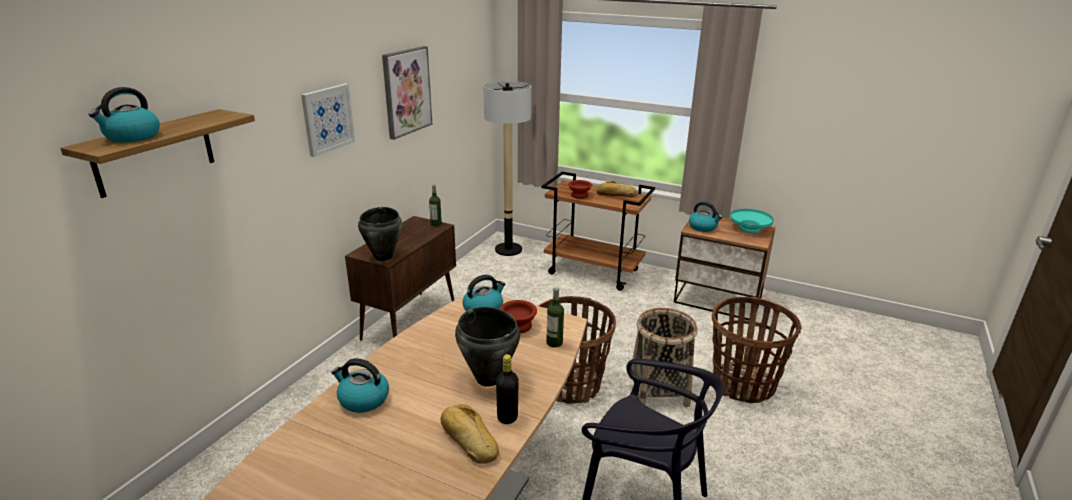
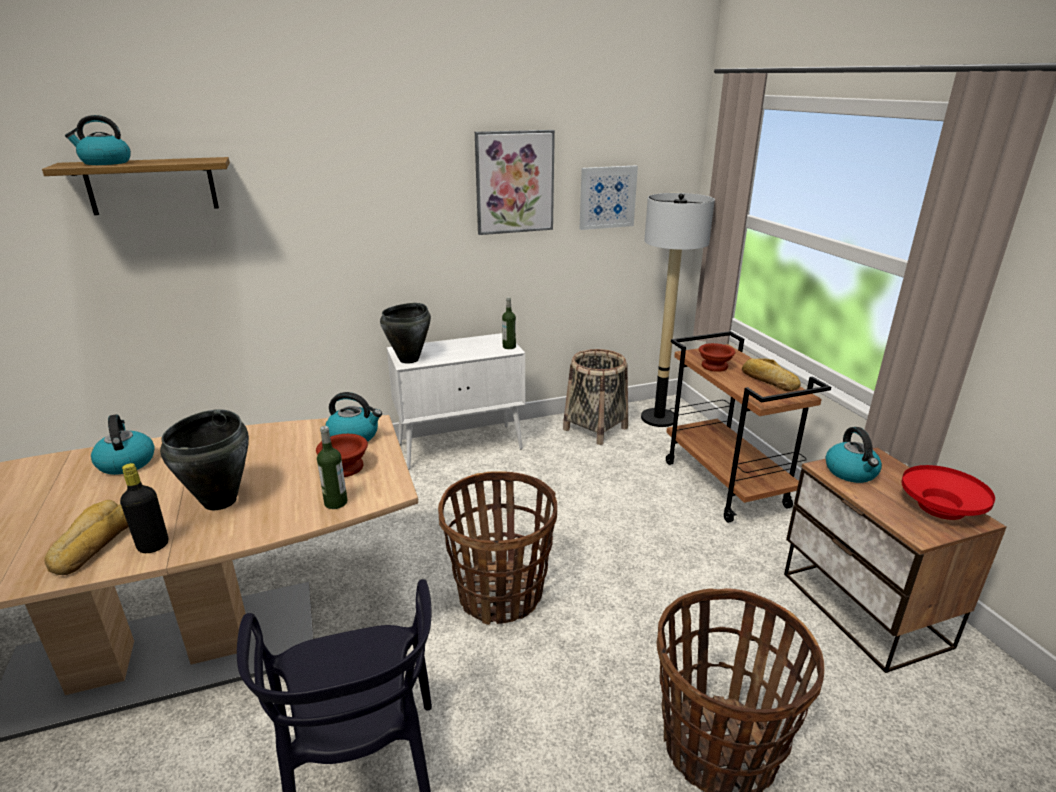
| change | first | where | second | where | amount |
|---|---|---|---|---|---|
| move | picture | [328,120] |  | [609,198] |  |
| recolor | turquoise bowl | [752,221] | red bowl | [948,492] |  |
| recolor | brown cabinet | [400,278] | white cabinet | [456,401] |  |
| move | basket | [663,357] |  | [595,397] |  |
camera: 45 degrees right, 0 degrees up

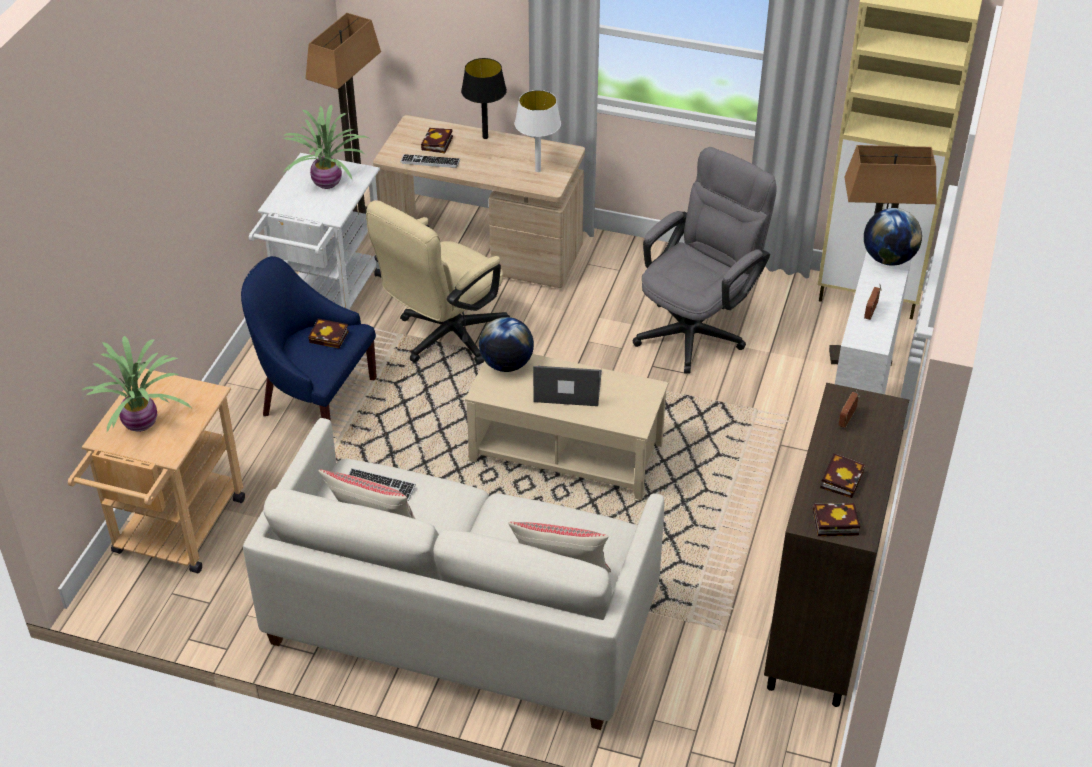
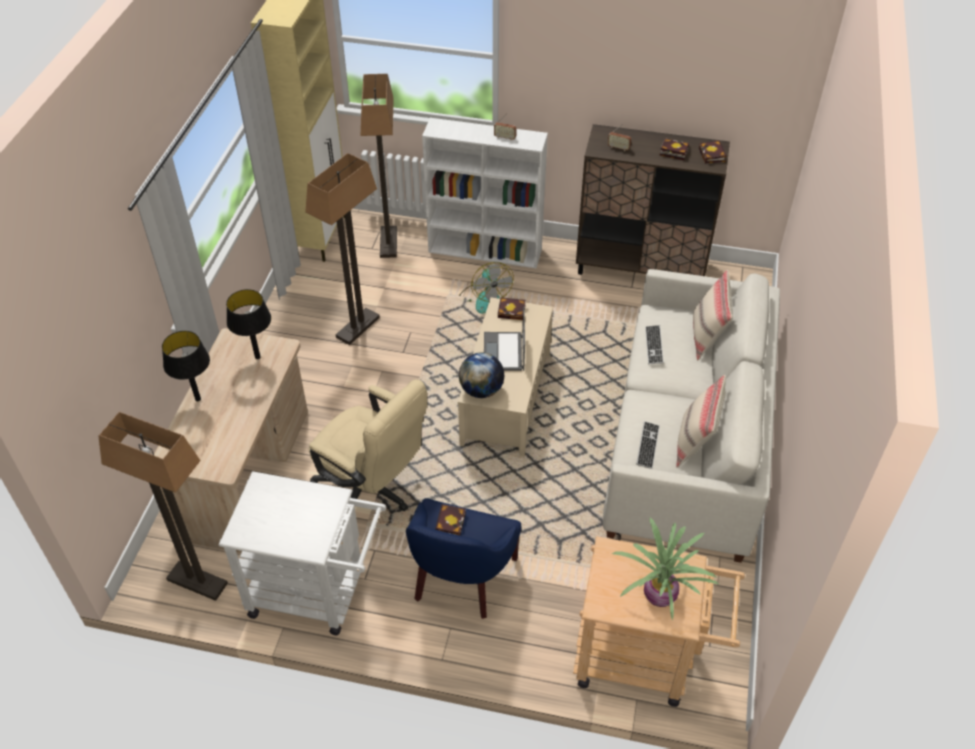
| change | first | where | second | where | amount |
|---|---|---|---|---|---|
| recolor | white table lamp | [538,131] | black table lamp | [248,324] |  |
| delete | potted plant | [326,147] |  |  |  |
| move | book | [437,140] |  | [512,308] |  |
| replace | grey office chair | [704,260] | floor lamp | [342,249] |  |
| move | keyboard | [430,161] |  | [654,344] |  |
| delete | globe | [893,237] |  |  |  |
| insert |  |  | fan | [486,288] |  |
camera: 95 degrees left, 5 degrees up

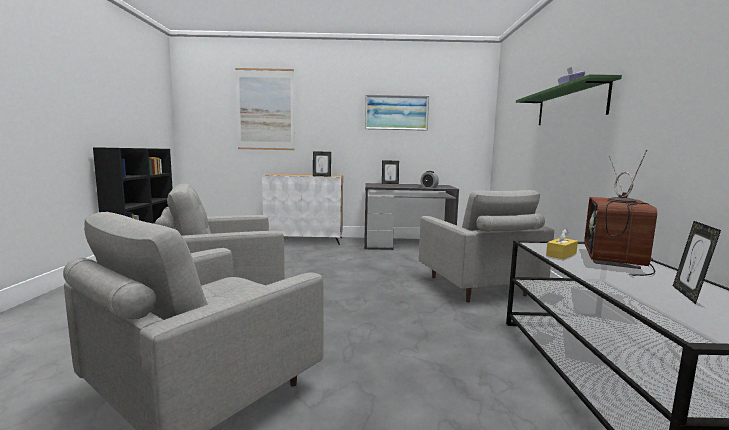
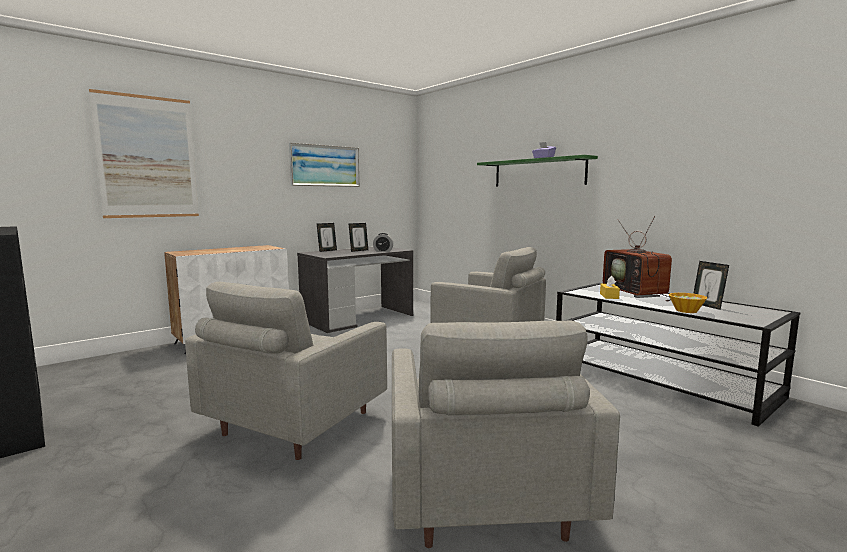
| change | first | where | second | where | amount |
|---|---|---|---|---|---|
| move | picture frame | [322,164] |  | [358,237] |  |
| insert |  |  | bowl | [688,303] |  |
camera: 40 degrees left, 0 degrees up

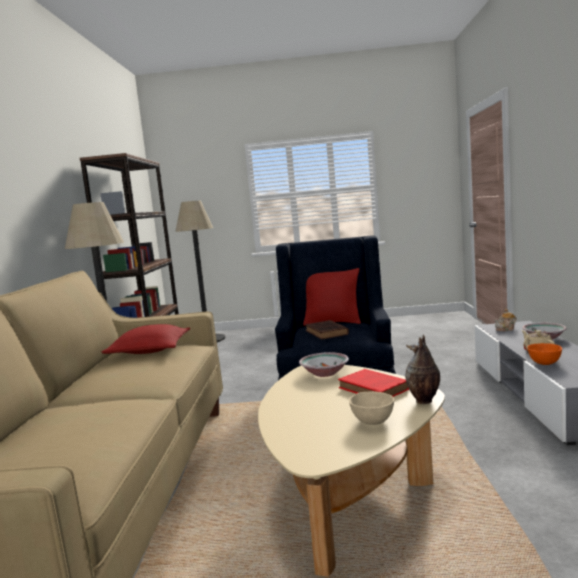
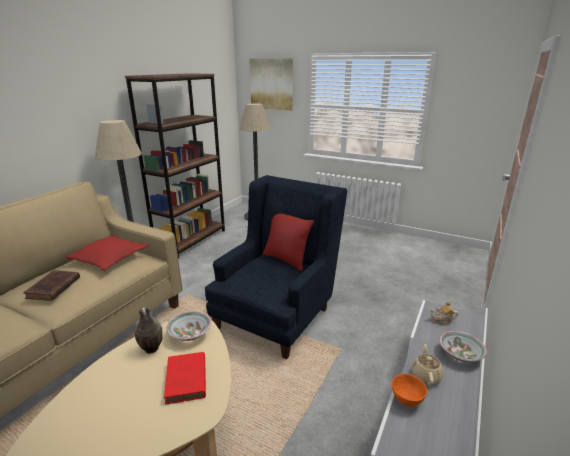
| change | first | where | second | where | amount |
|---|---|---|---|---|---|
| move | brown book | [327,330] |  | [51,285] |  |
| move | vase | [422,369] |  | [149,330] |  |
| delete | beige bowl | [371,408] |  |  |  |
| insert |  |  | picture | [271,84] |  |
camera: 25 degrees right, 15 degrees up

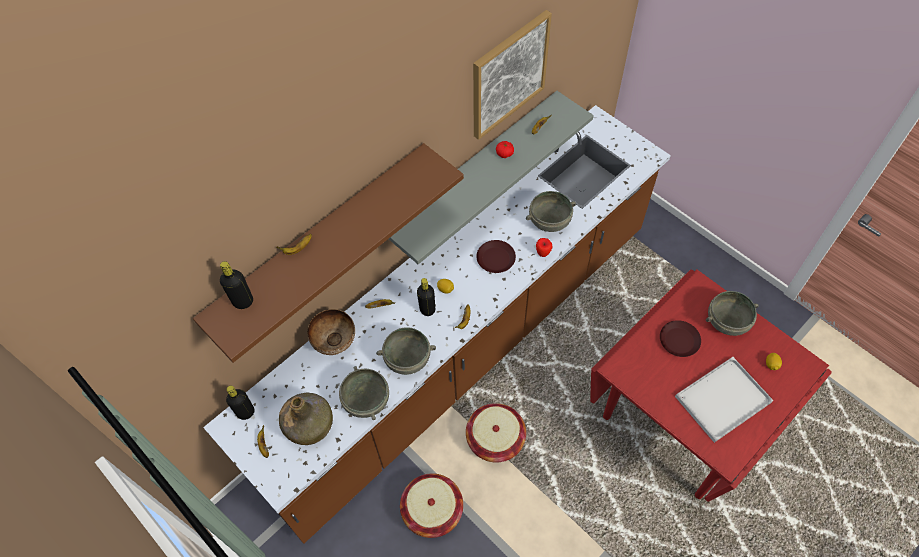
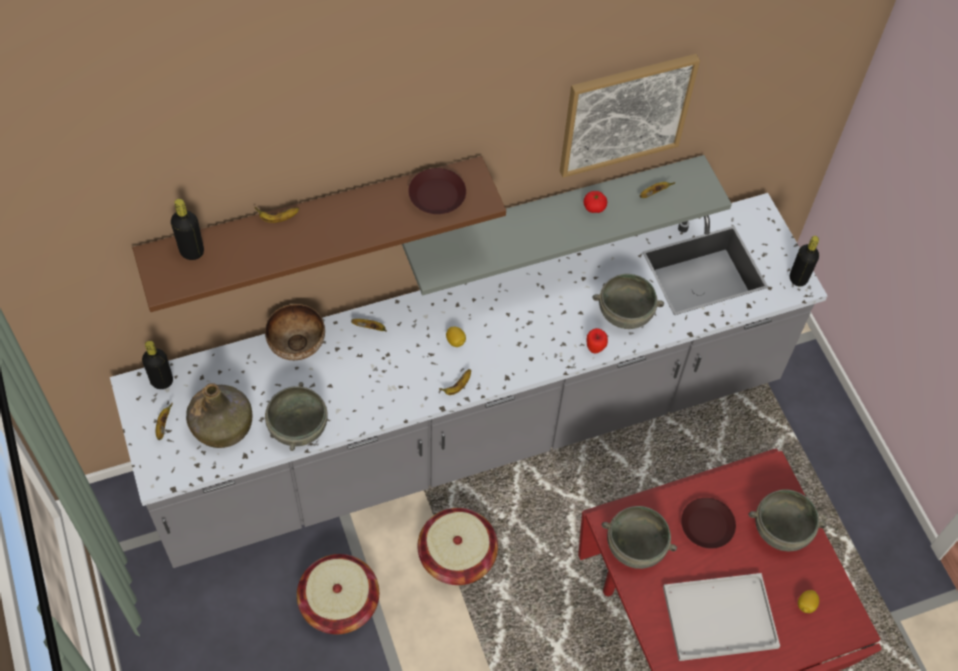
| change | first | where | second | where | amount |
|---|---|---|---|---|---|
| recolor | brown counter | [437,324] | grey counter | [469,380] |  |
| move | brown plate | [496,256] |  | [437,191] |  |
| move | black bottle | [426,297] |  | [804,261] |  |
| move | grey bowl | [406,351] |  | [639,537] |  |
camera: 20 degrees right, 0 degrees up

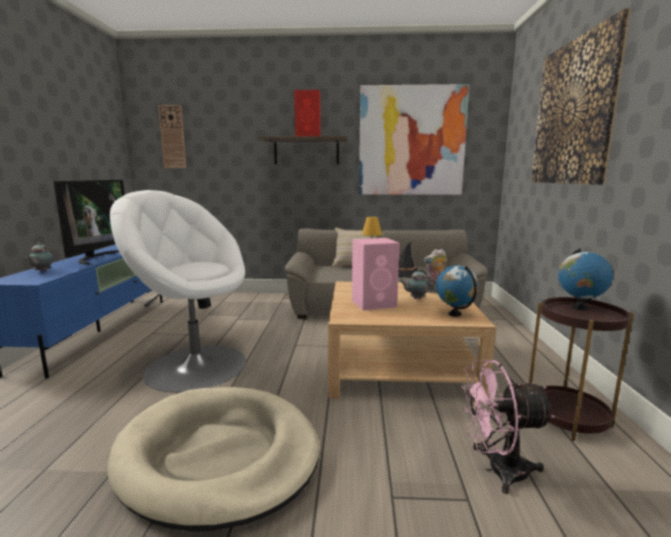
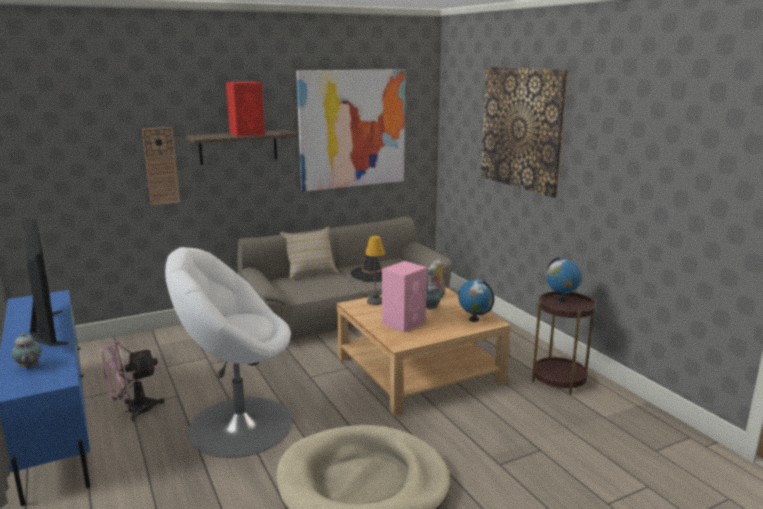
| change | first | where | second | where | amount |
|---|---|---|---|---|---|
| move | wall clock | [172,136] |  | [161,166] |  |
| move | pink fan | [508,427] |  | [132,380] |  |
camera: 30 degrees left, 5 degrees up

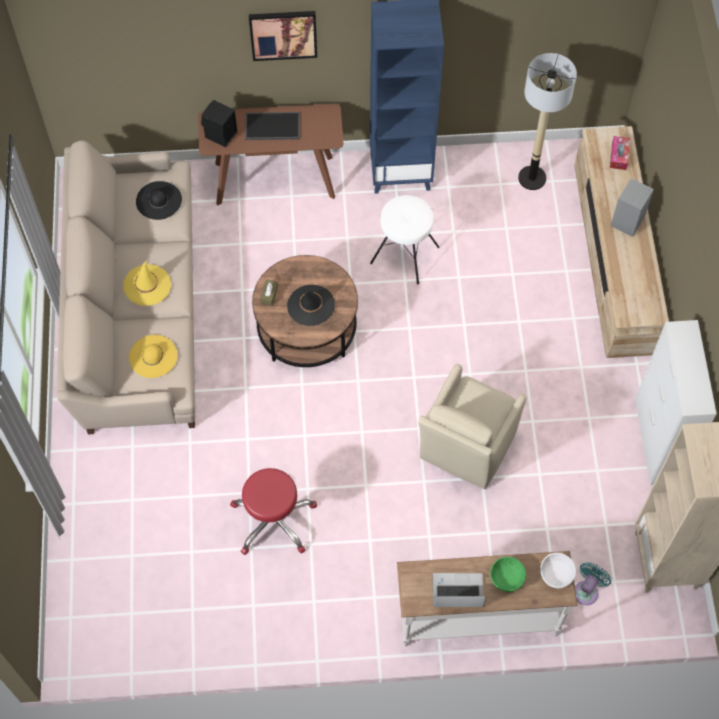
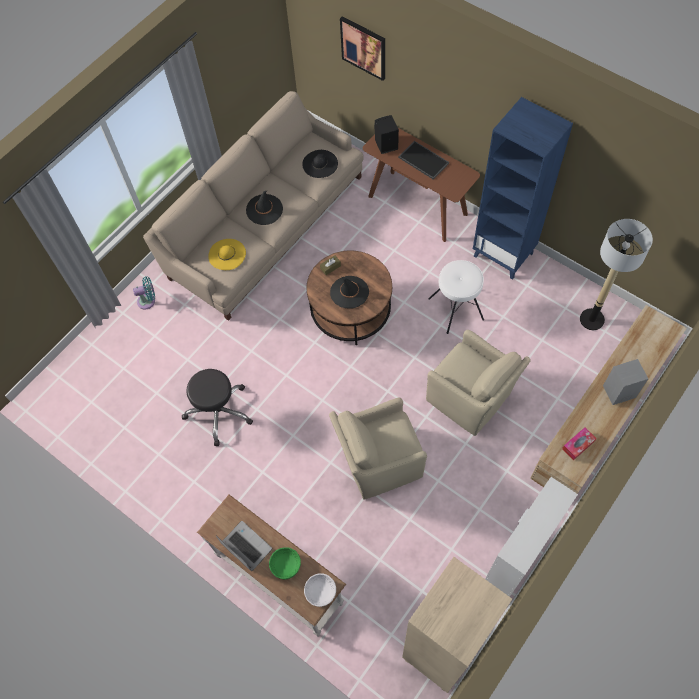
| change | first | where | second | where | amount |
|---|---|---|---|---|---|
| move | picture | [283,36] |  | [362,48] |  |
| move | tissue box | [620,153] |  | [579,443] |  |
| recolor | yellow hat | [147,283] | black hat | [264,207] |  |
| recolor | red stool | [273,511] | black stool | [217,407] |  |
| move | turquoise fan | [593,583] |  | [144,293] |  |
| insert |  |  | beige armchair | [478,383] |  |
camera: 45 degrees right, 0 degrees up

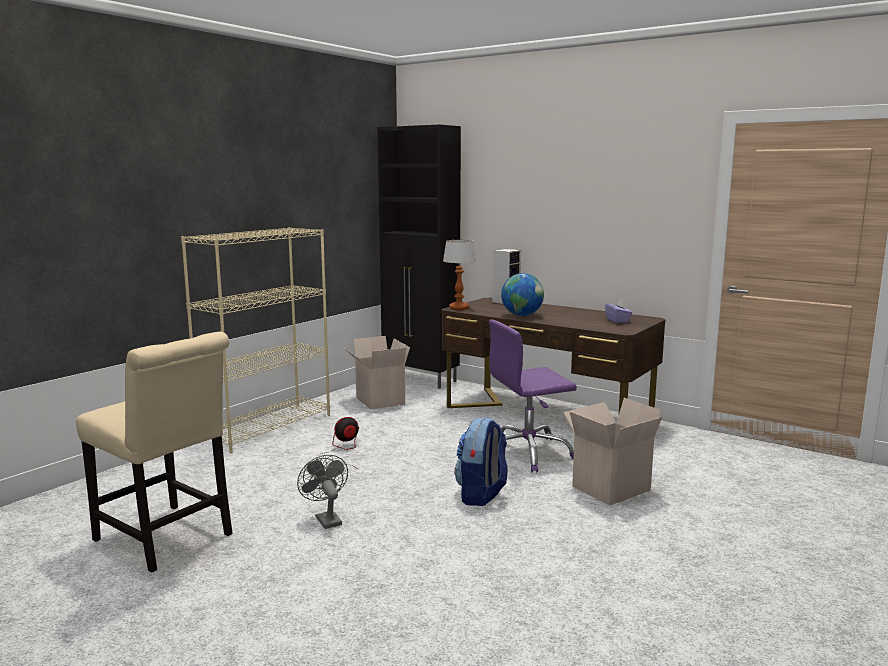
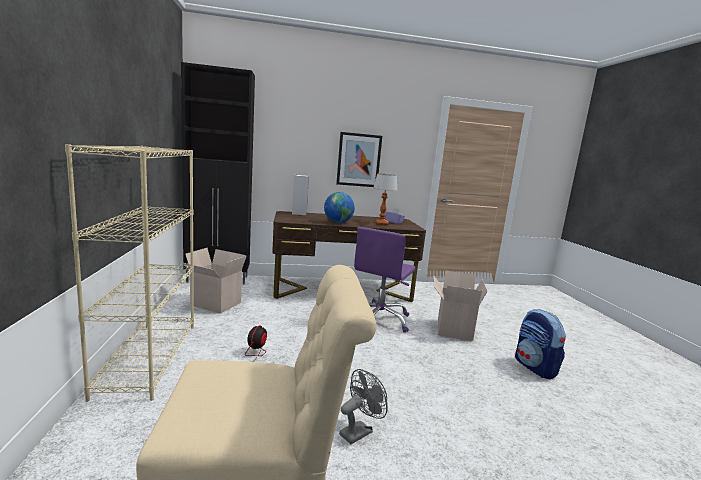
| change | first | where | second | where | amount |
|---|---|---|---|---|---|
| move | table lamp | [459,275] |  | [386,199] |  |
| move | backpack | [480,461] |  | [540,344] |  |
| rotate | grey fan | [322,492] |  | [363,407] | 120 degrees clockwise |
| insert |  |  | picture | [359,159] |  |
camera: 45 degrees left, 0 degrees up

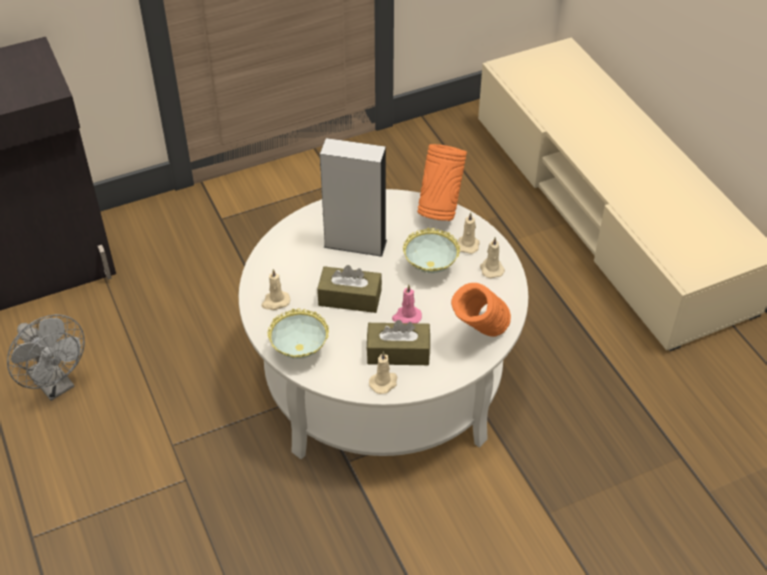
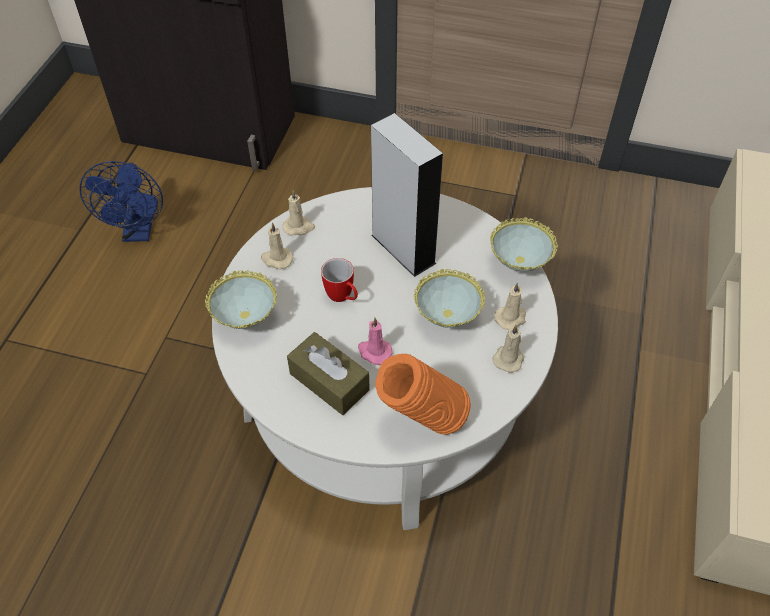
| change | first | where | second | where | amount |
|---|---|---|---|---|---|
| replace | orange vase | [442,182] | bowl | [524,244] |  |
| replace | brown tissue box | [349,289] | mug | [339,280] |  |
| recolor | grey fan | [46,357] | blue fan | [121,201] |  |
| move | beige candle | [383,372] |  | [299,213] |  |
camera: 40 degrees right, 5 degrees up

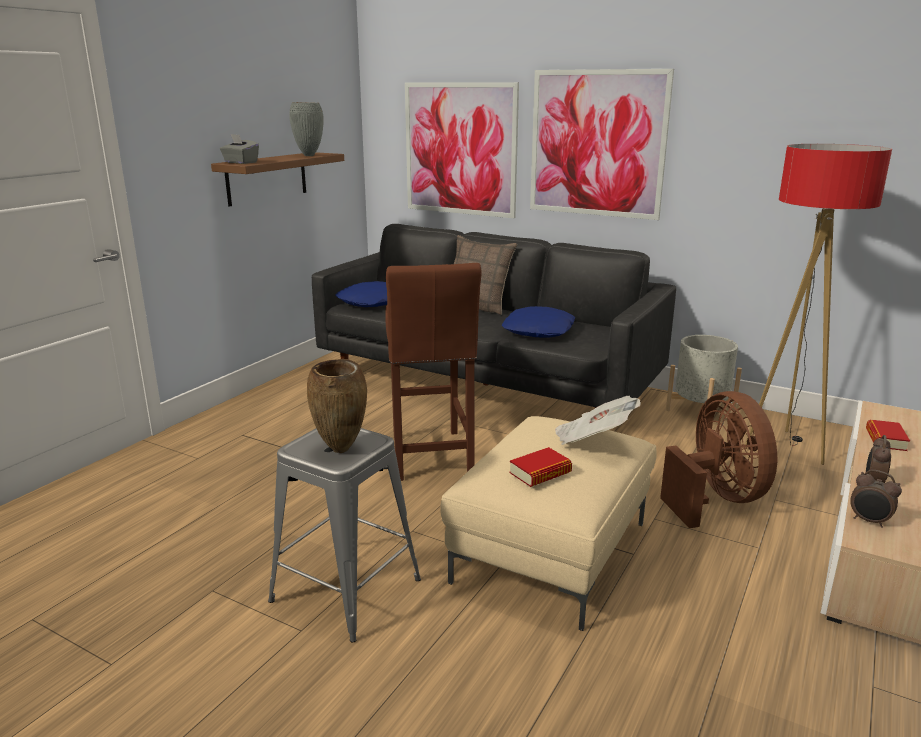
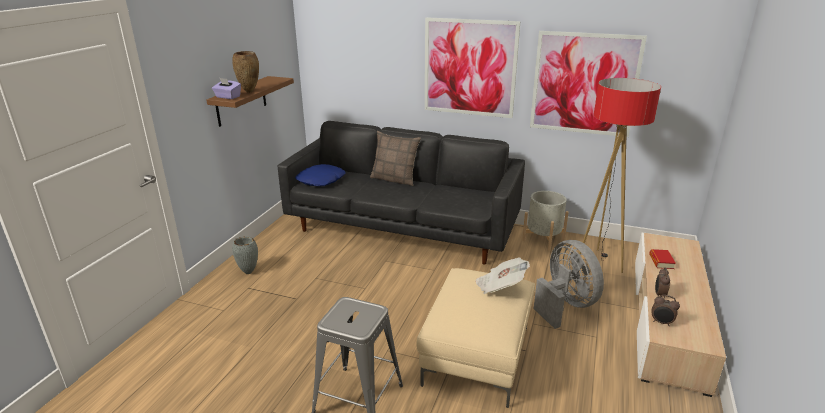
| change | first | where | second | where | amount |
|---|---|---|---|---|---|
| move | picture | [462,150] |  | [588,84] |  |
| move | grey vase | [306,129] |  | [245,255] |  |
| recolor | grey tissue box | [239,149] | purple tissue box | [226,88] |  |
| delete | brown stool | [433,372] |  |  |  |
| delete | blue pillow | [538,321] |  |  |  |
| move | brown vase | [337,406] |  | [245,71] |  |
| recolor | brown fan | [718,459] | grey fan | [569,284] |  |
| delete | book | [540,467] |  |  |  |
camera: 10 degrees left, 5 degrees up

